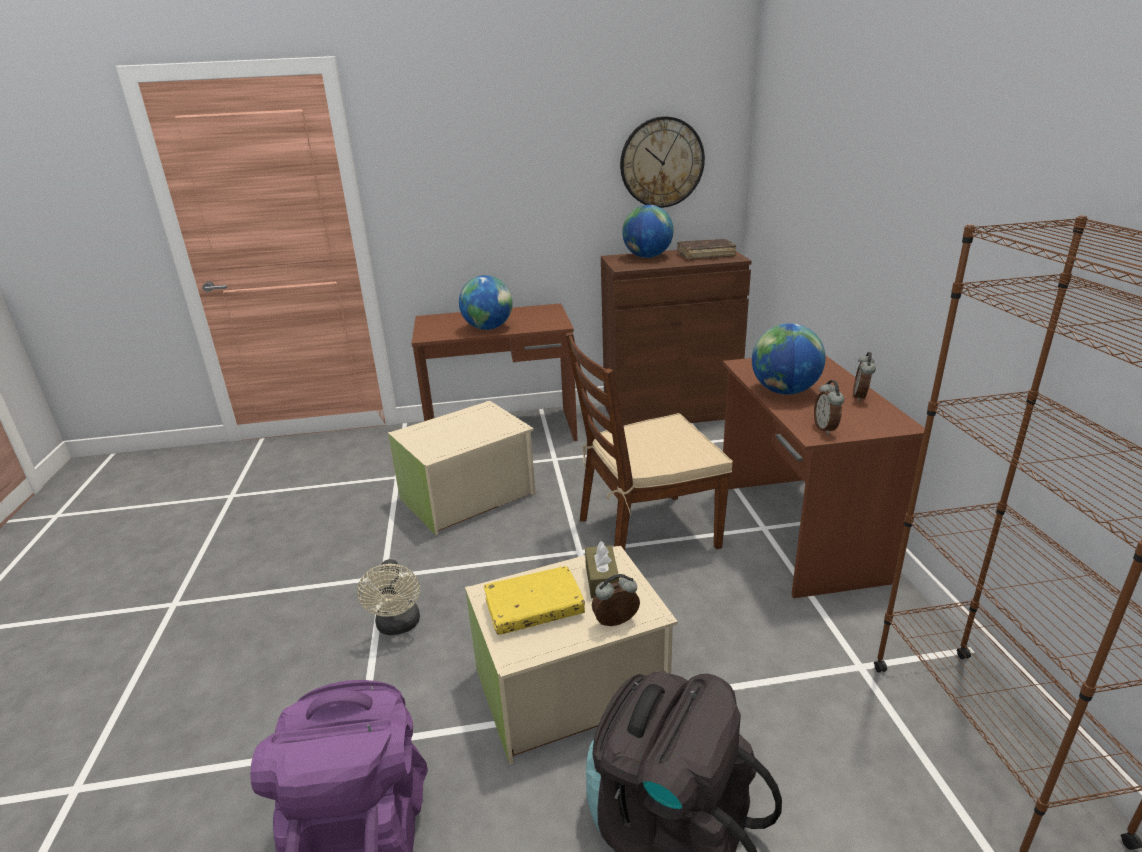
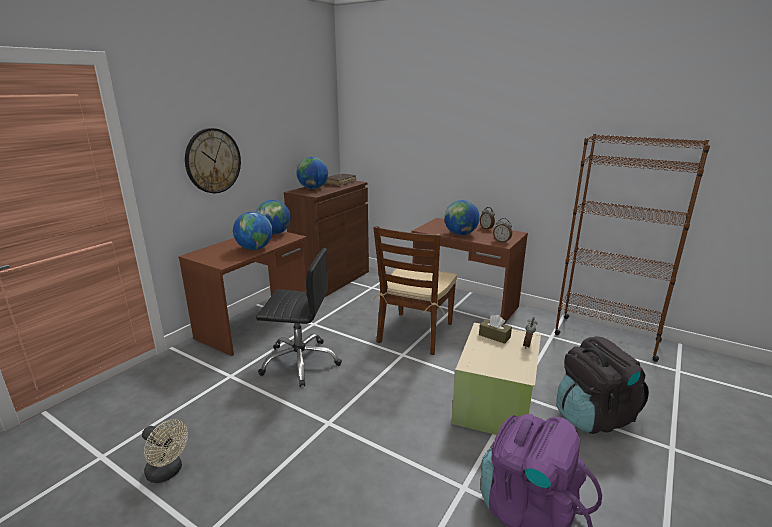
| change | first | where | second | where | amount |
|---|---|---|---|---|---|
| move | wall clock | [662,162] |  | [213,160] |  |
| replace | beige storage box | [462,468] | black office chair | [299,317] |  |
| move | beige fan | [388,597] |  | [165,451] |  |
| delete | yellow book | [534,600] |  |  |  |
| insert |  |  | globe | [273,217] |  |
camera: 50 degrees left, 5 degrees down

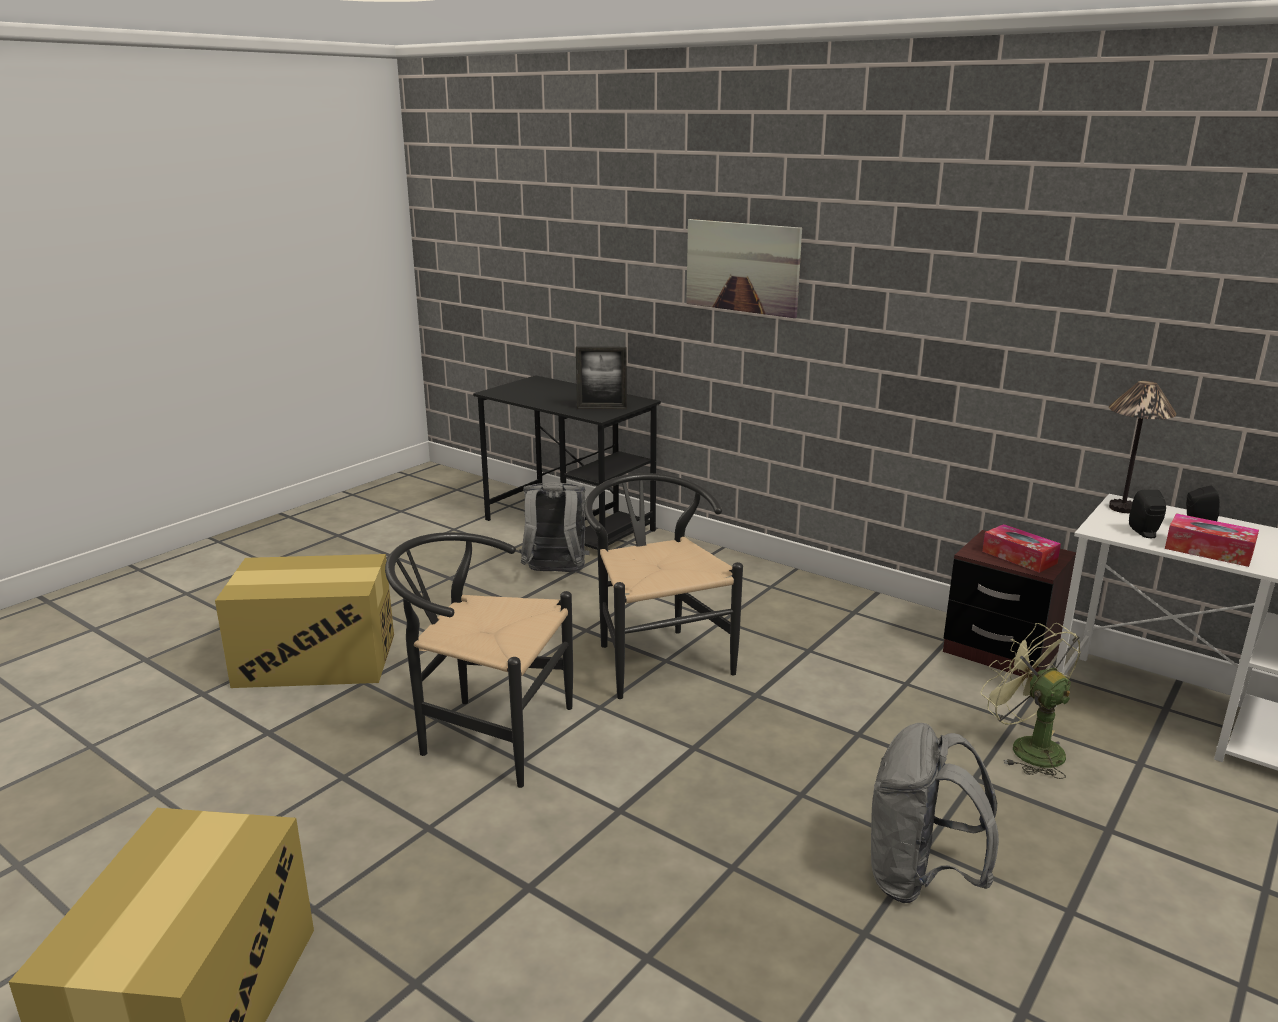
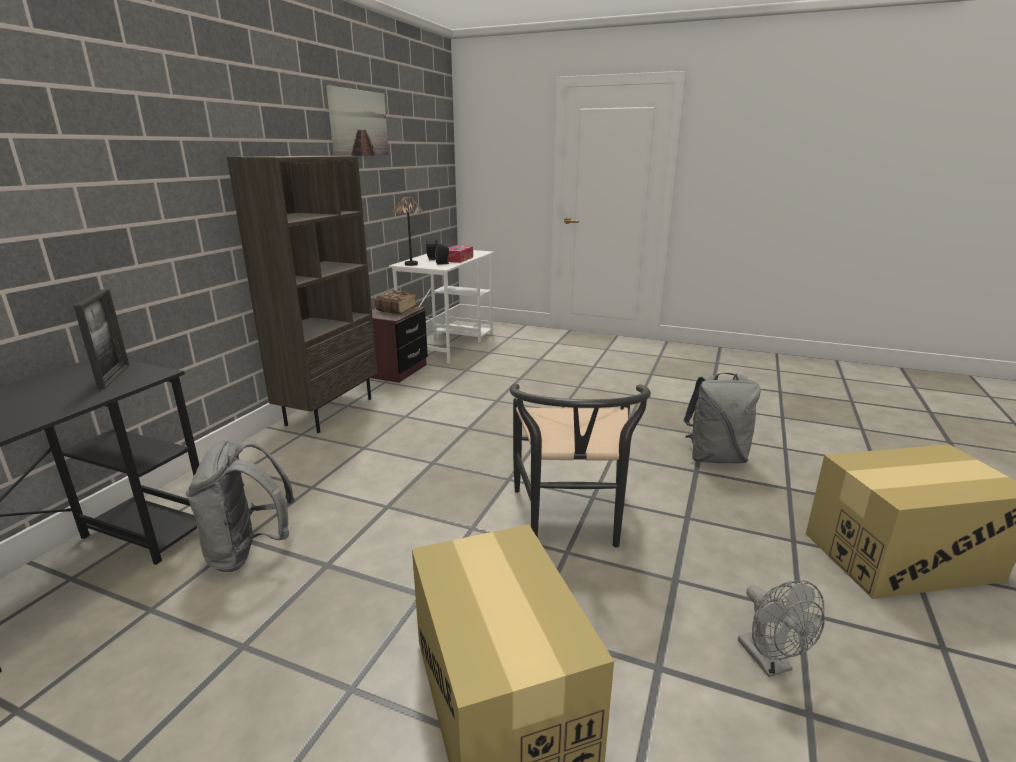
| change | first | where | second | where | amount |
|---|---|---|---|---|---|
| move | picture | [744,268] |  | [357,120] |  |
| delete | black chair | [663,586] |  |  |  |
| replace | tissue box | [1021,548] | book | [397,302] |  |
| delete | green fan | [1031,701] |  |  |  |
| move | grey backpack | [935,813] |  | [721,418] |  |
| insert |  |  | brown bookcase | [302,294] |  |
| insert |  |  | grey fan | [781,628] |  |
camera: 105 degrees left, 0 degrees up

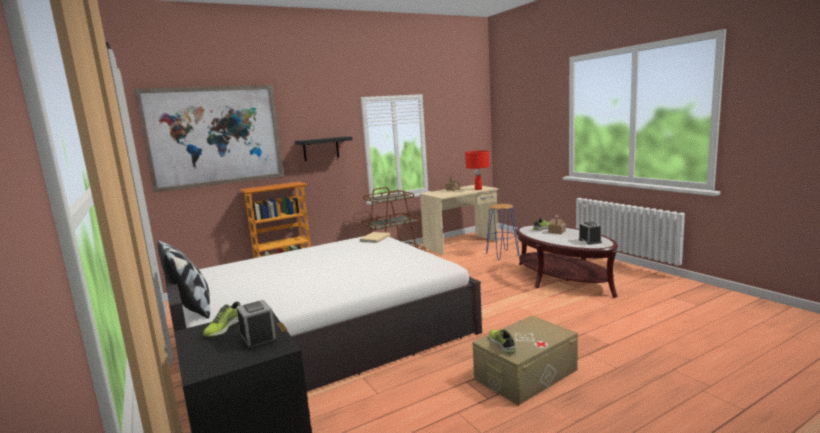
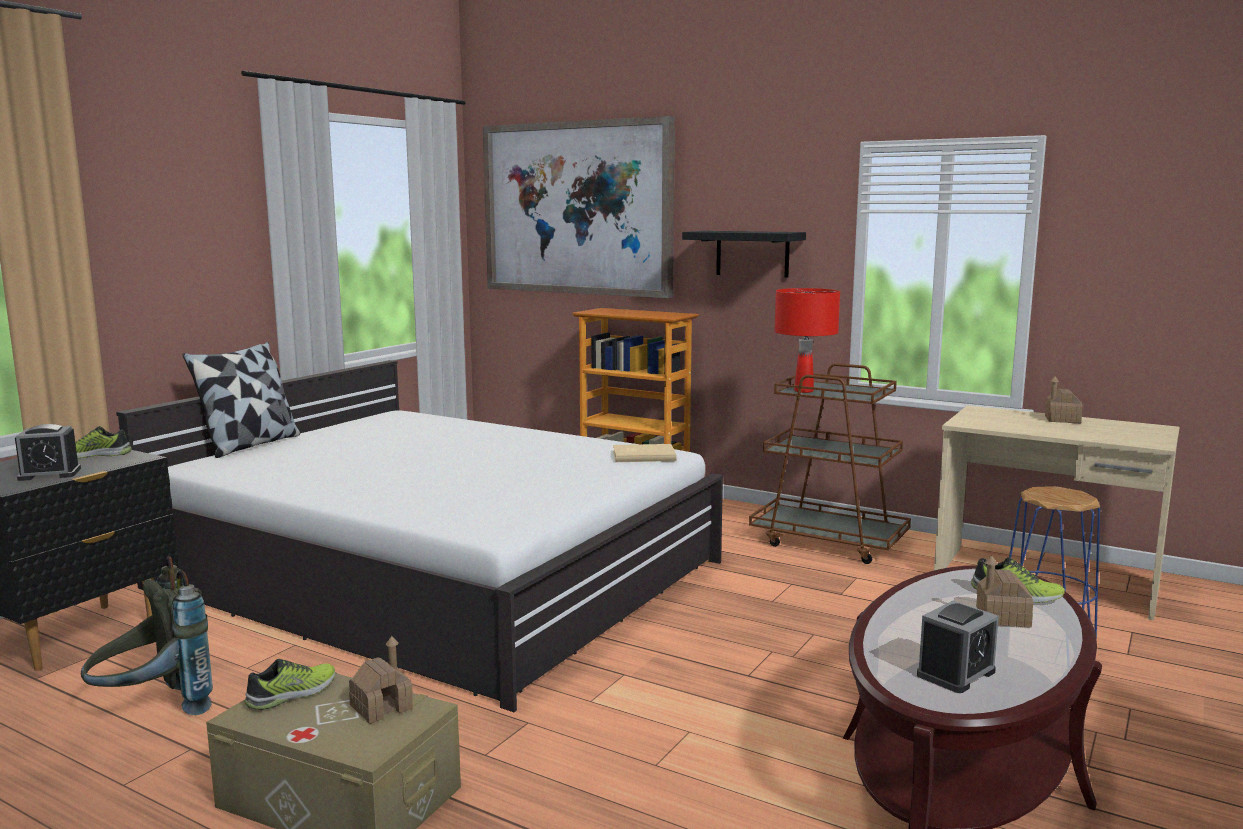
| change | first | where | second | where | amount |
|---|---|---|---|---|---|
| move | red table lamp | [477,170] |  | [807,340] |  |
| rotate | alarm clock | [256,325] |  | [48,452] | 45 degrees clockwise |
| insert |  |  | grey backpack | [147,635] |  |
| insert |  |  | toy house | [381,680] |  |
camera: 60 degrees right, 0 degrees up

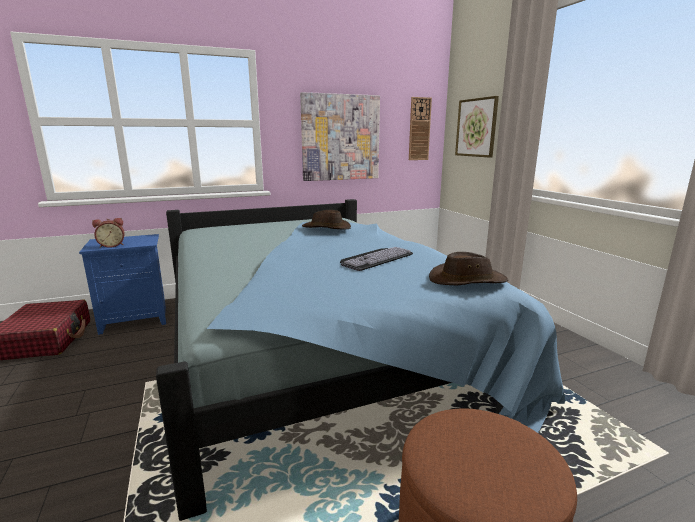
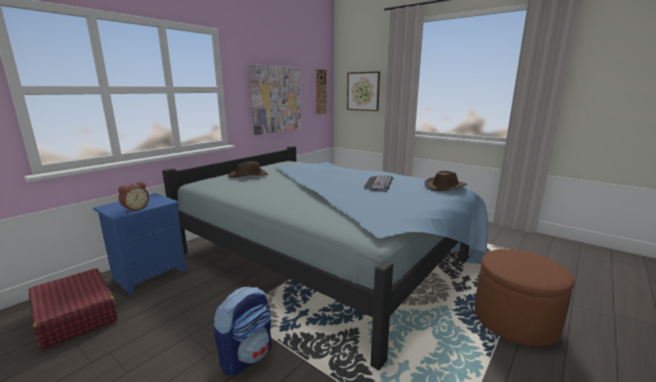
| change | first | where | second | where | amount |
|---|---|---|---|---|---|
| move | brown hat | [326,220] |  | [248,169] |  |
| insert |  |  | backpack | [242,331] |  |
camera: 30 degrees left, 0 degrees up

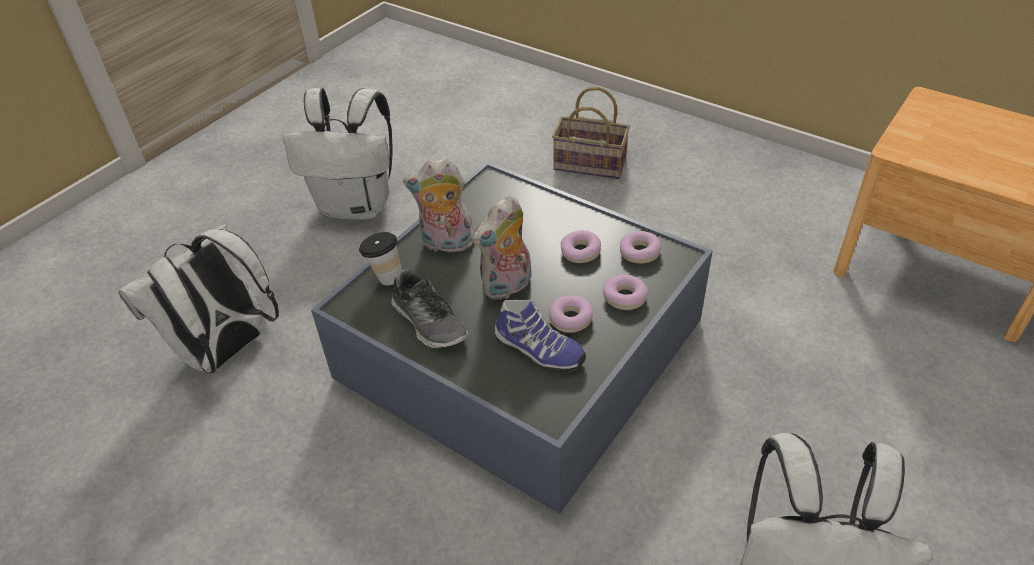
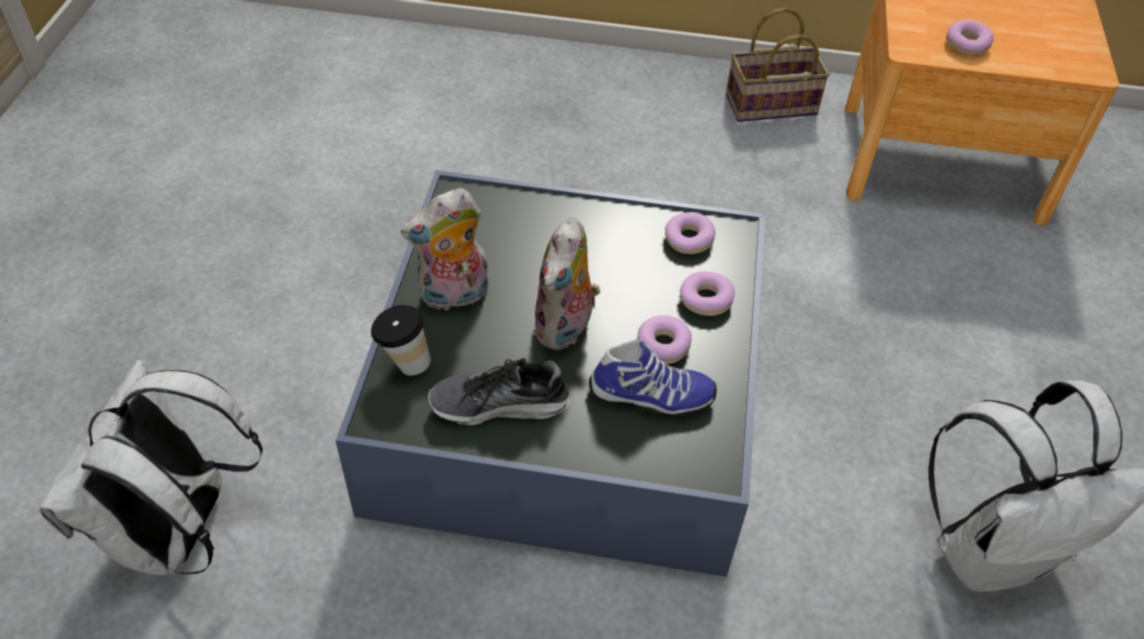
| change | first | where | second | where | amount |
|---|---|---|---|---|---|
| move | basket | [591,133] |  | [778,64] |  |
| delete | white backpack | [338,154] |  |  |  |
| move | donut | [581,246] |  | [970,38] |  |
| rotate | shoe | [429,308] |  | [499,391] | 150 degrees clockwise |
camera: 30 degrees left, 5 degrees up

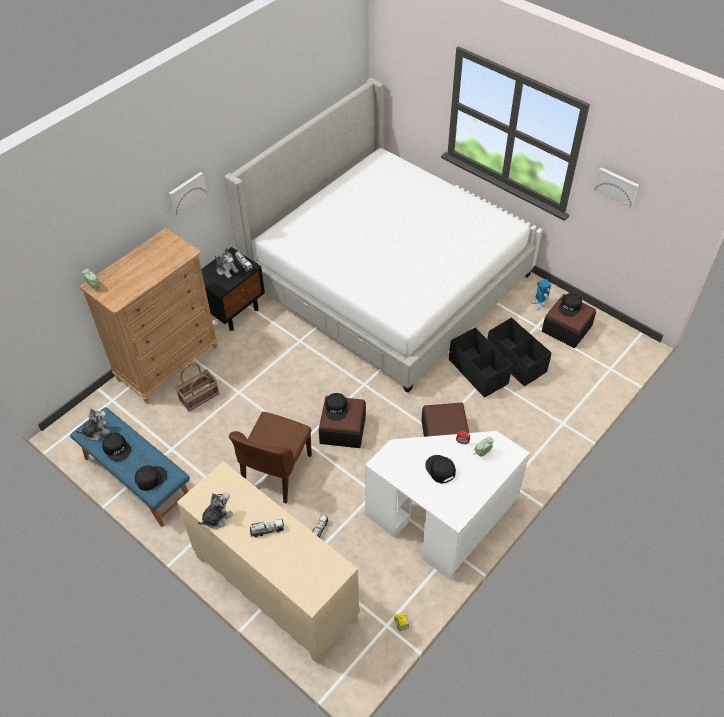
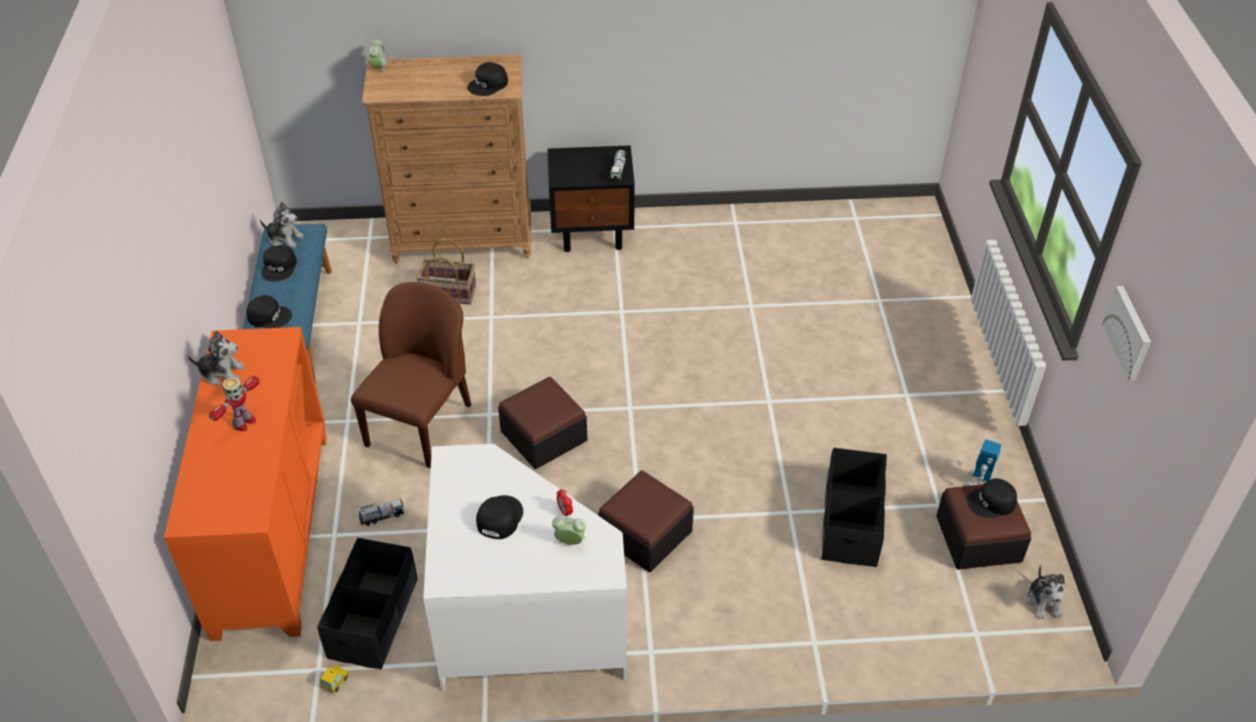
| change | first | where | second | where | amount |
|---|---|---|---|---|---|
| delete | bed | [380,235] |  |  |  |
| delete | picture | [188,194] |  |  |  |
| move | plush toy | [226,263] |  | [1045,592] |  |
| move | black storage box | [480,362] |  | [367,603] |  |
| move | black cap | [336,407] |  | [487,79] |  |
| rotate | brown chair | [270,457] |  | [411,375] | 135 degrees clockwise |
| recolor | beige cabinet | [268,562] | orange cabinet | [245,484] |  |
| replace | toy truck | [267,528] | toy robot | [234,403] |  |
camera: 45 degrees right, 5 degrees down

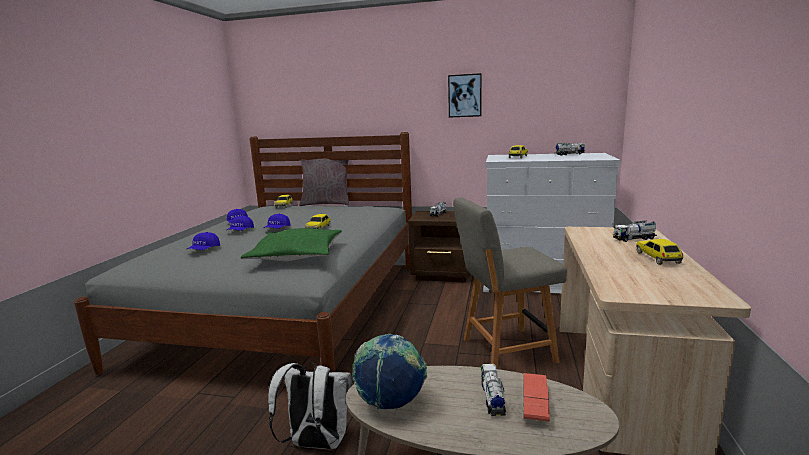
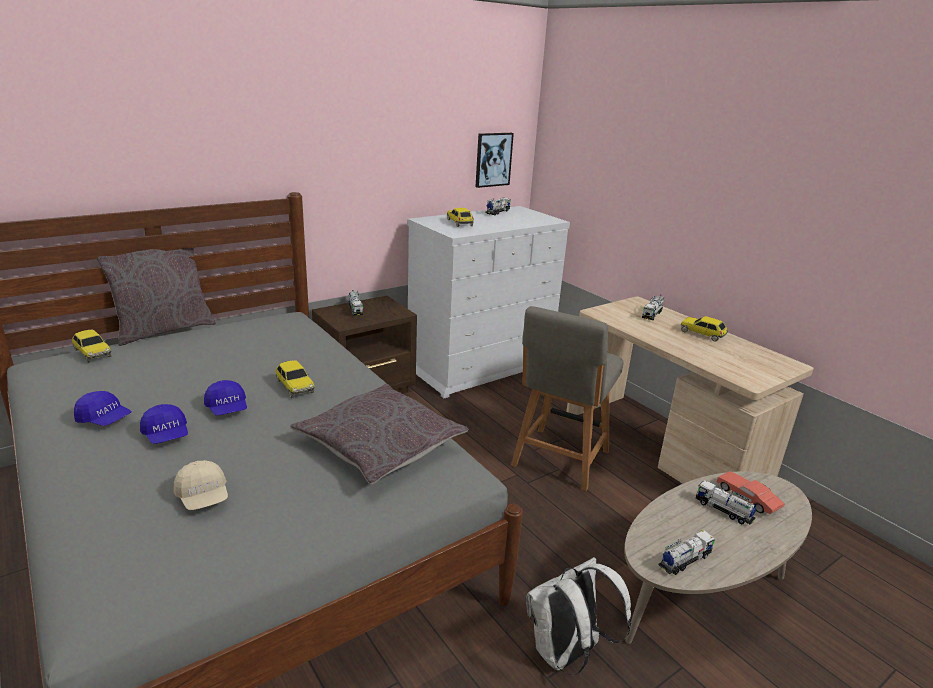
| change | first | where | second | where | amount |
|---|---|---|---|---|---|
| move | picture | [465,95] |  | [494,160] |  |
| recolor | green pillow | [291,244] | grey pillow | [379,434] |  |
| recolor | blue cap | [203,241] | beige cap | [201,485] |  |
| replace | globe | [389,371] | toy truck | [686,552] |  |
camera: 50 degrees left, 10 degrees up

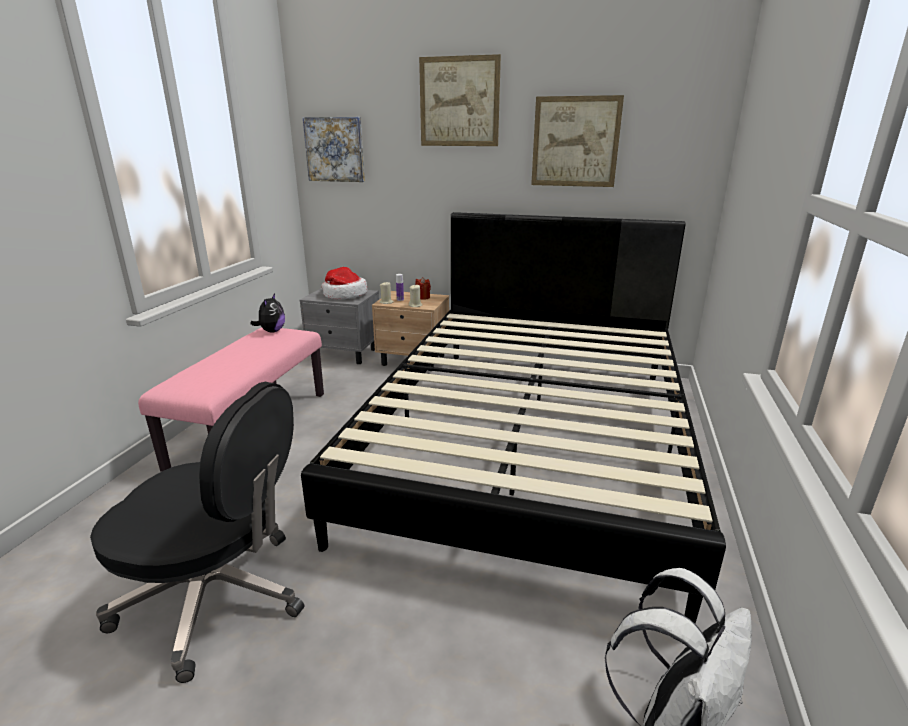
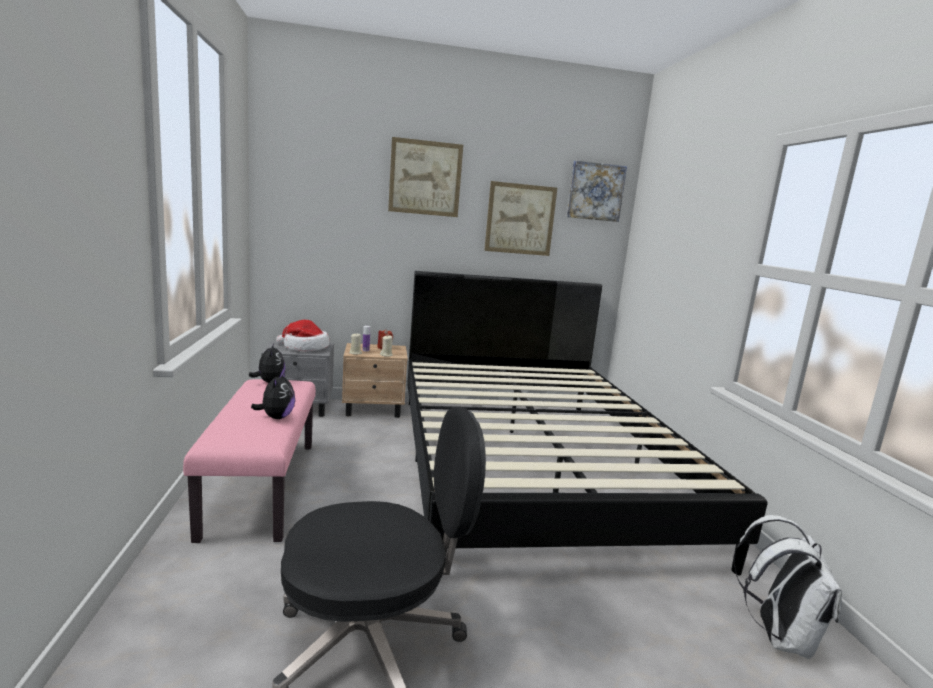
| change | first | where | second | where | amount |
|---|---|---|---|---|---|
| move | picture | [334,149] |  | [596,191] |  |
| insert |  |  | plush toy | [273,394] |  |
camera: 25 degrees left, 10 degrees down

